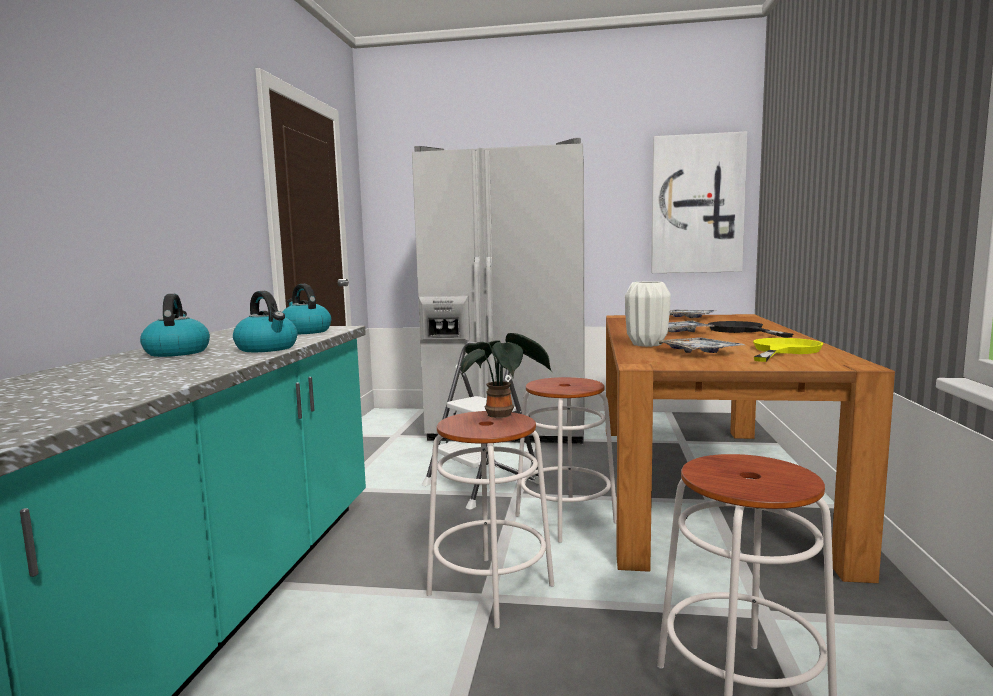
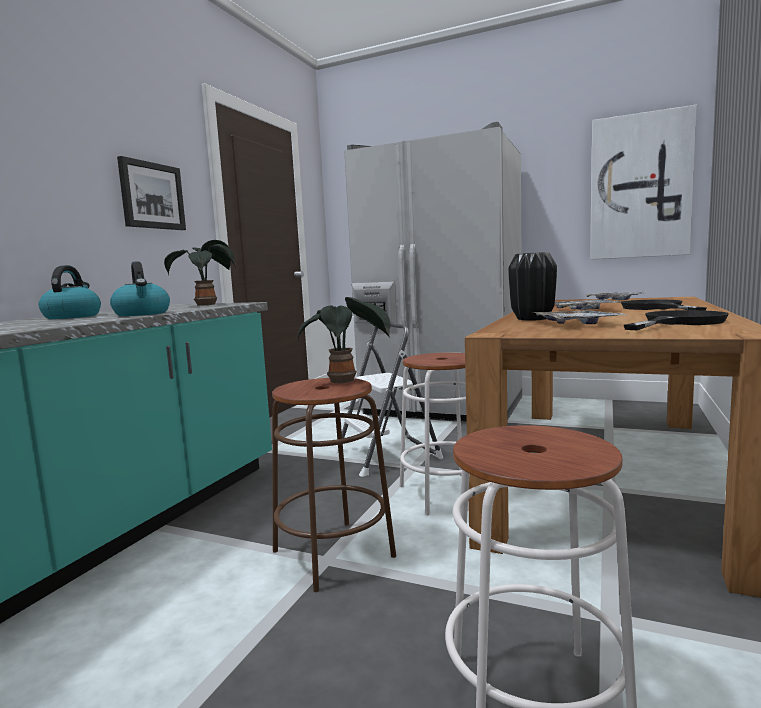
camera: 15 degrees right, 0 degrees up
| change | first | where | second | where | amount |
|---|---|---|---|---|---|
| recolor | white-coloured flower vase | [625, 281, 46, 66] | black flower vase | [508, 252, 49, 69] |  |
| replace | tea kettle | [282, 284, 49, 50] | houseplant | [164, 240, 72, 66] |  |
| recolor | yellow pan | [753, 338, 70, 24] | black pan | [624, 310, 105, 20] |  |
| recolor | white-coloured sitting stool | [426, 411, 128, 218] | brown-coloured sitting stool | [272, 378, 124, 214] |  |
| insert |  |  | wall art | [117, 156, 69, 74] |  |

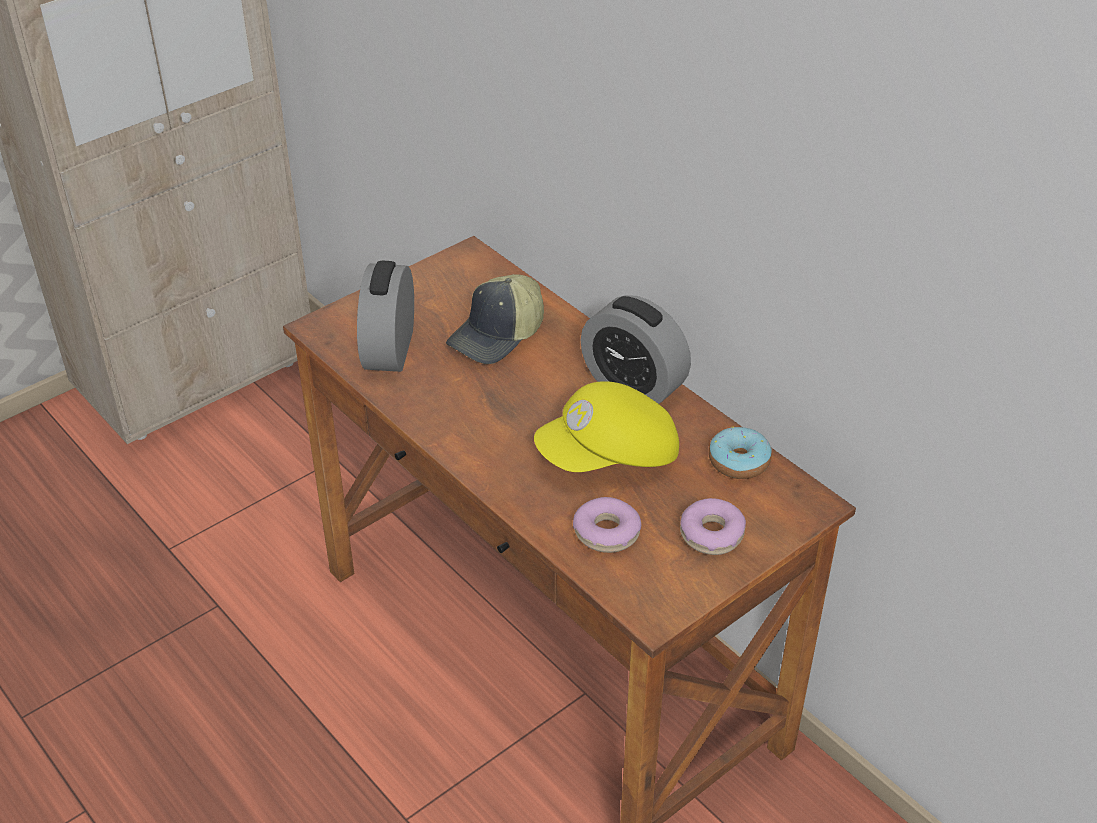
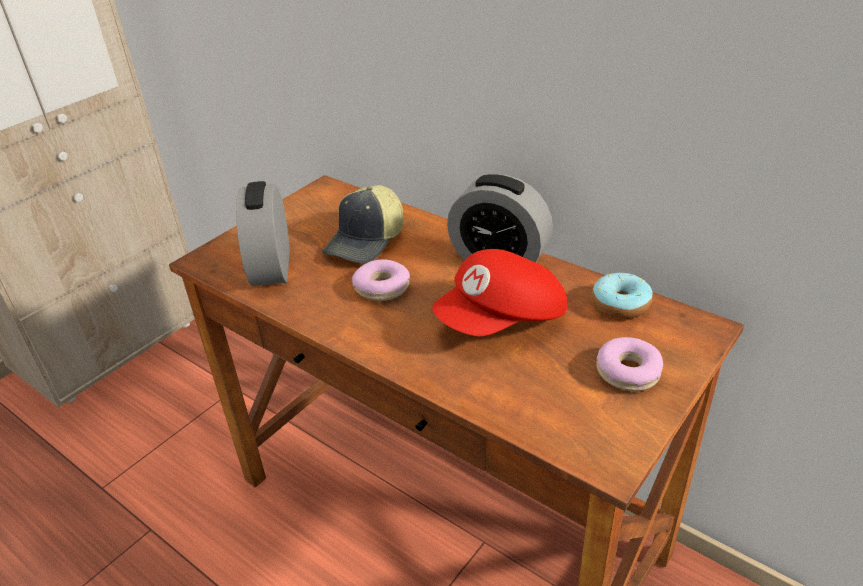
camera: 10 degrees left, 5 degrees down
| change | first | where | second | where | amount |
|---|---|---|---|---|---|
| recolor | yellow cap | [534, 381, 145, 91] | reddish cap | [432, 249, 135, 87] |  |
| move | doughnut | [573, 497, 68, 56] |  | [352, 259, 58, 42] |  |

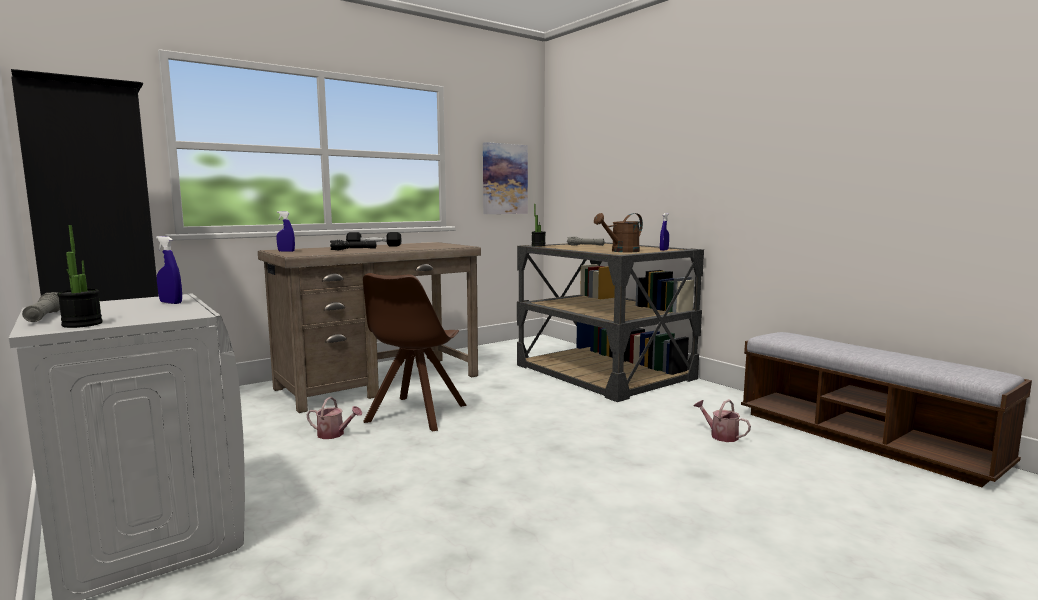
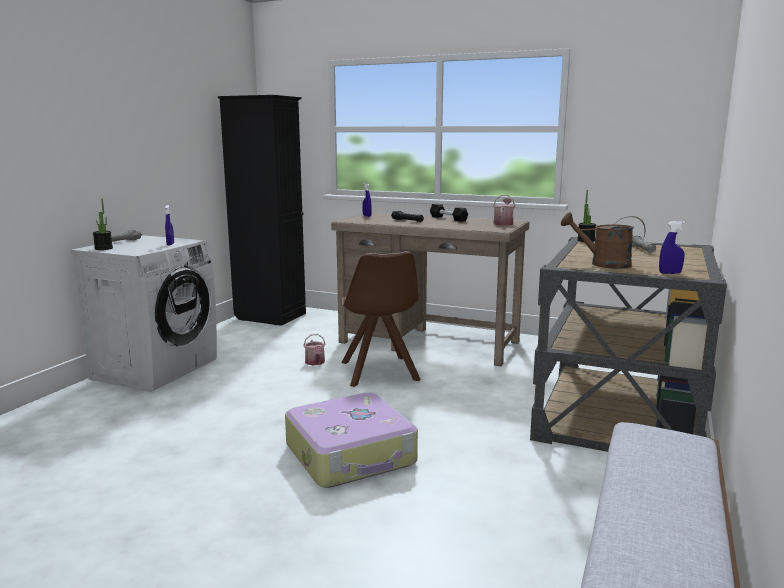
camera: 60 degrees right, 5 degrees up
| change | first | where | second | where | amount |
|---|---|---|---|---|---|
| delete | wall art | [483, 142, 45, 72] |  |  |  |
| rotate | brown-coloured chair | [363, 273, 104, 159] |  | [341, 251, 80, 136] | 90 degrees counterclockwise |
| move | sprinkling can | [694, 399, 57, 43] |  | [493, 195, 22, 30] |  |
| insert |  |  | piece of luggage | [285, 392, 133, 96] |  |

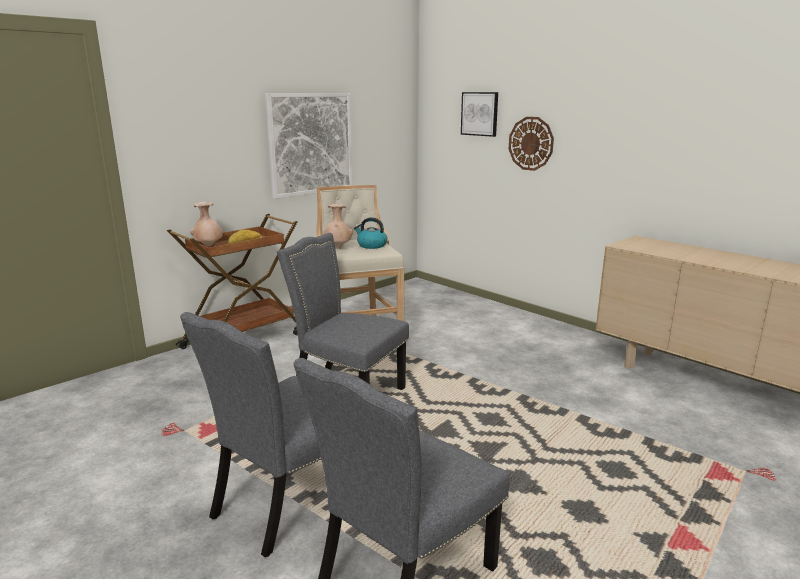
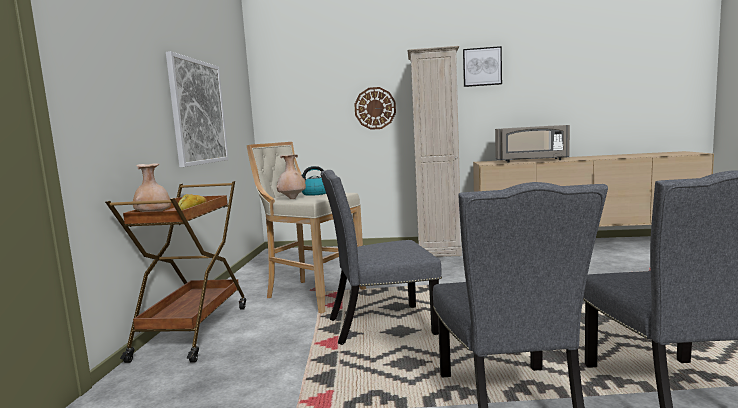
camera: 40 degrees left, 10 degrees down
| change | first | where | second | where | amount |
|---|---|---|---|---|---|
| move | wall art | [461, 92, 37, 45] |  | [463, 46, 39, 41] |  |
| insert |  |  | sand-coloured cupboard | [407, 46, 55, 211] |  |
| insert |  |  | grey microwave oven | [495, 125, 75, 37] |  |

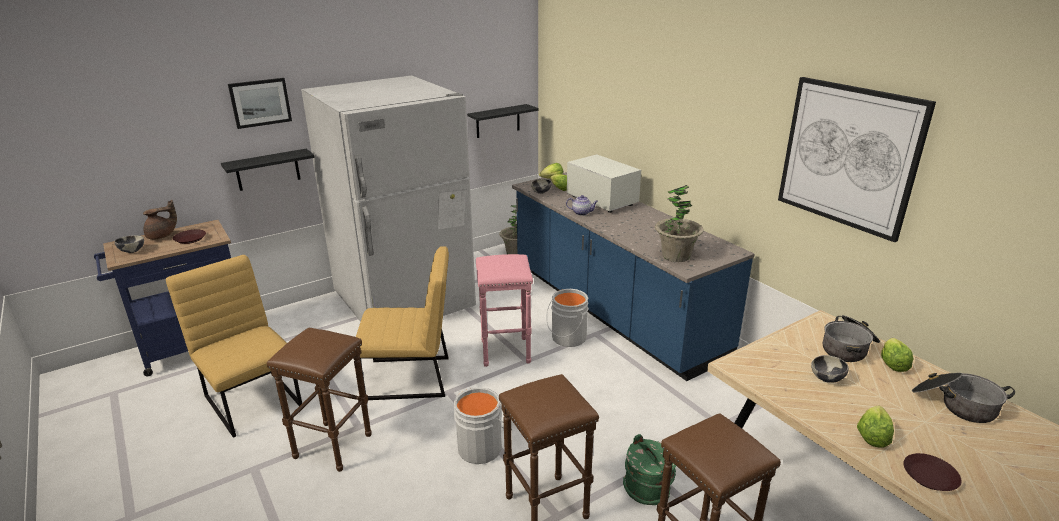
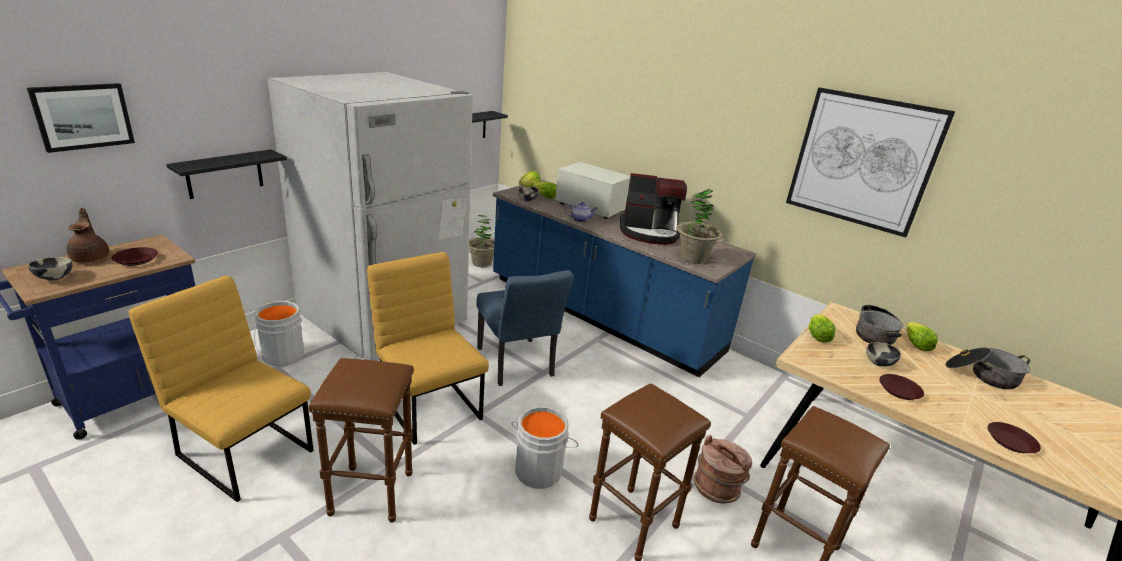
camera: 20 degrees left, 0 degrees up
| change | first | where | second | where | amount |
|---|---|---|---|---|---|
| move | wall art | [228, 78, 64, 51] |  | [27, 83, 108, 70] |  |
| rotate | brown-coloured teapot | [143, 200, 34, 39] |  | [67, 208, 42, 55] | 60 degrees counterclockwise |
| rotate | yellow chair | [356, 246, 93, 154] |  | [367, 252, 122, 193] | 105 degrees counterclockwise |
| replace | pinkish sitting stool | [476, 254, 57, 113] | blue-coloured chair | [476, 270, 98, 116] |  |
| move | grey pail | [546, 289, 43, 58] |  | [254, 301, 50, 65] |  |
| move | lettuce | [857, 405, 37, 43] |  | [809, 314, 27, 29] |  |
| recolor | green-coloured pail | [623, 434, 53, 71] | brown-coloured pail | [693, 434, 59, 70] |  |
| insert |  |  | coffee maker | [620, 173, 67, 72] |  |
| insert |  |  | brown-coloured dinner plate | [879, 374, 45, 26] |  |

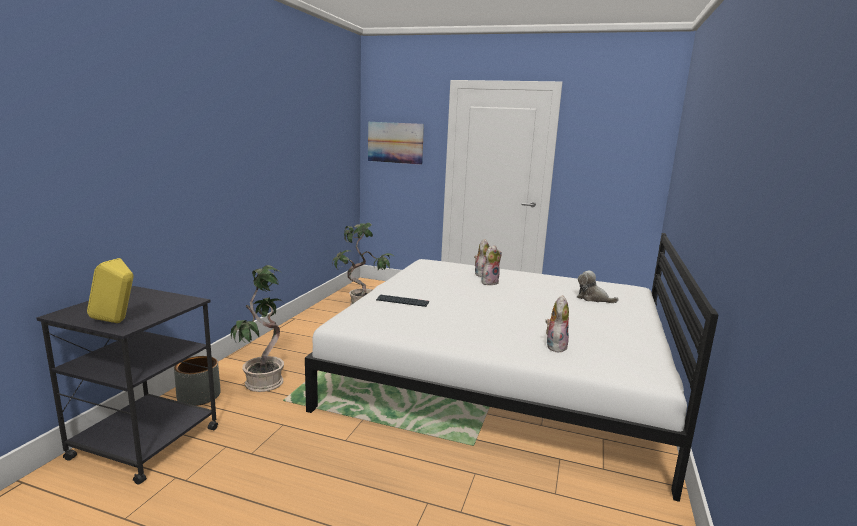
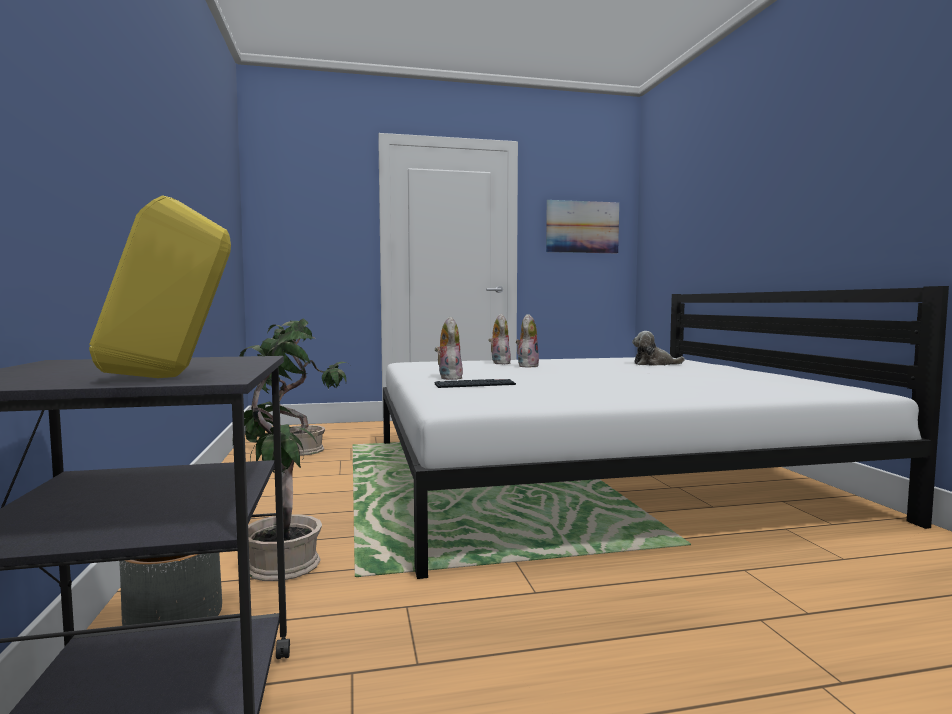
camera: 30 degrees left, 10 degrees down
| change | first | where | second | where | amount |
|---|---|---|---|---|---|
| move | wall art | [368, 122, 56, 43] |  | [546, 200, 73, 53] |  |
| move | cuddly toy | [545, 295, 24, 57] |  | [435, 316, 28, 64] |  |

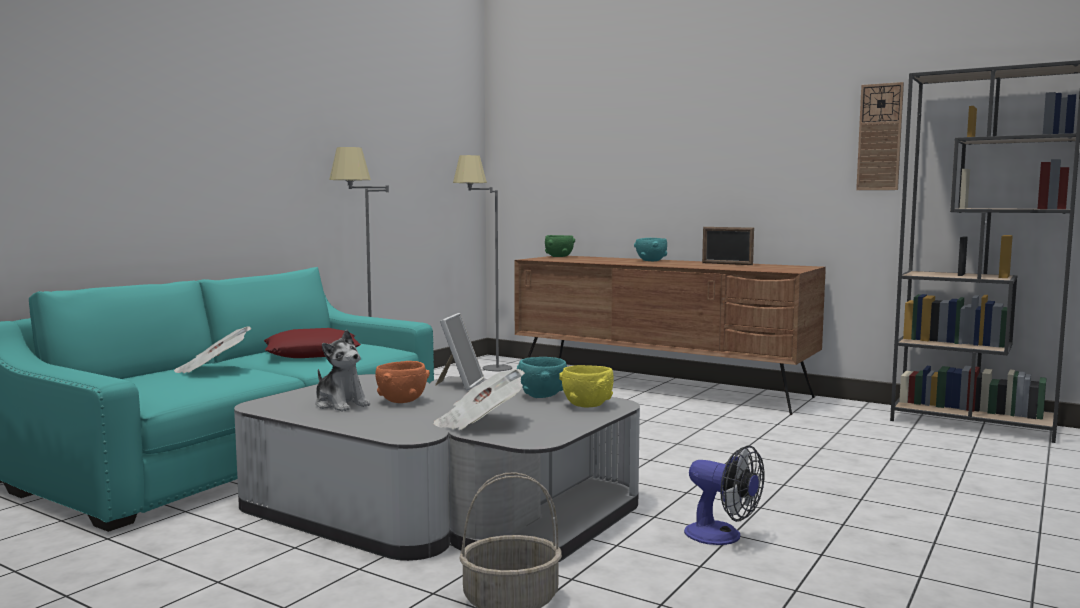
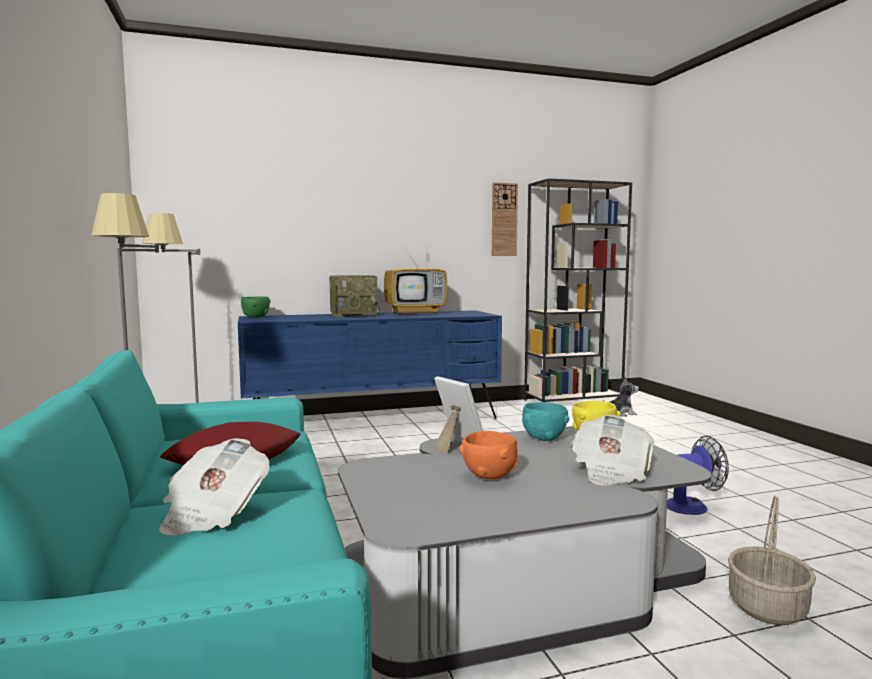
camera: 50 degrees left, 0 degrees up
| change | first | where | second | where | amount |
|---|---|---|---|---|---|
| replace | photo frame | [702, 227, 52, 38] | TV set | [384, 250, 63, 65] |  |
| replace | blue-green bowl | [634, 238, 33, 23] | radio set | [329, 275, 51, 42] |  |
| recolor | brown-coloured tv unit | [514, 256, 312, 159] | blue-coloured tv unit | [238, 310, 264, 109] |  |
| move | cuddly toy | [315, 330, 55, 82] |  | [603, 377, 36, 40] |  |

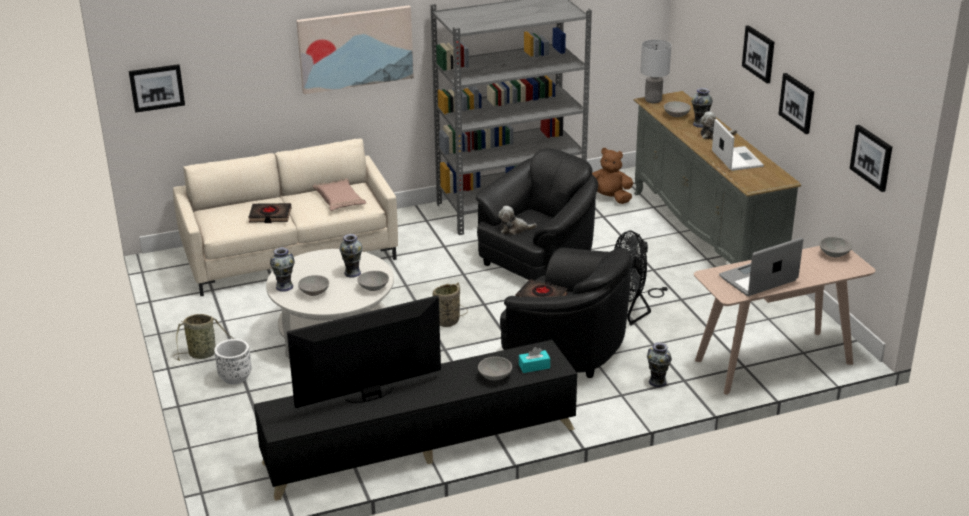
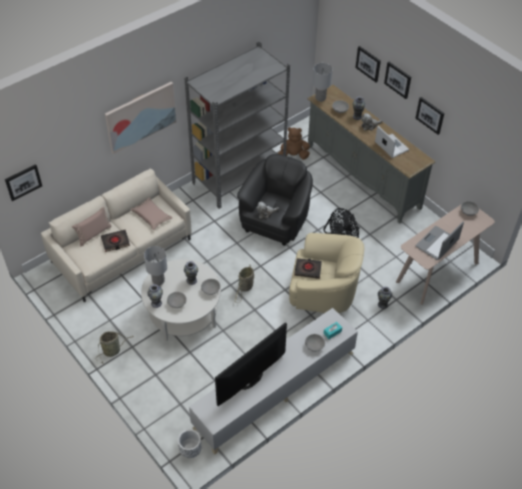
camera: 20 degrees left, 20 degrees up
| change | first | where | second | where | amount |
|---|---|---|---|---|---|
| move | wall art | [849, 125, 43, 67] |  | [355, 46, 26, 36] |  |
| recolor | black easy chair | [500, 248, 133, 130] | sand-coloured easy chair | [289, 233, 75, 80] |  |
| move | white-coloured plant pot | [214, 339, 38, 46] |  | [178, 429, 24, 29] |  |
| recolor | black tv unit | [254, 340, 323, 161] | white-coloured tv unit | [189, 308, 169, 147] |  |
| insert |  |  | sand-coloured throw pillow | [72, 207, 40, 40] |  |
| insert |  |  | grey lamp for a table | [144, 246, 23, 40] |  |

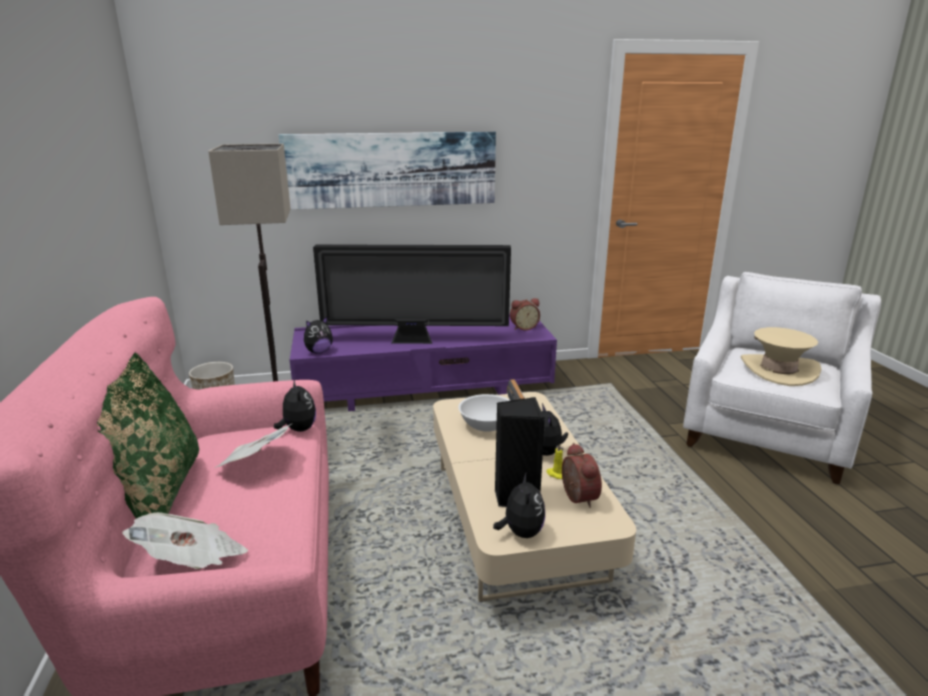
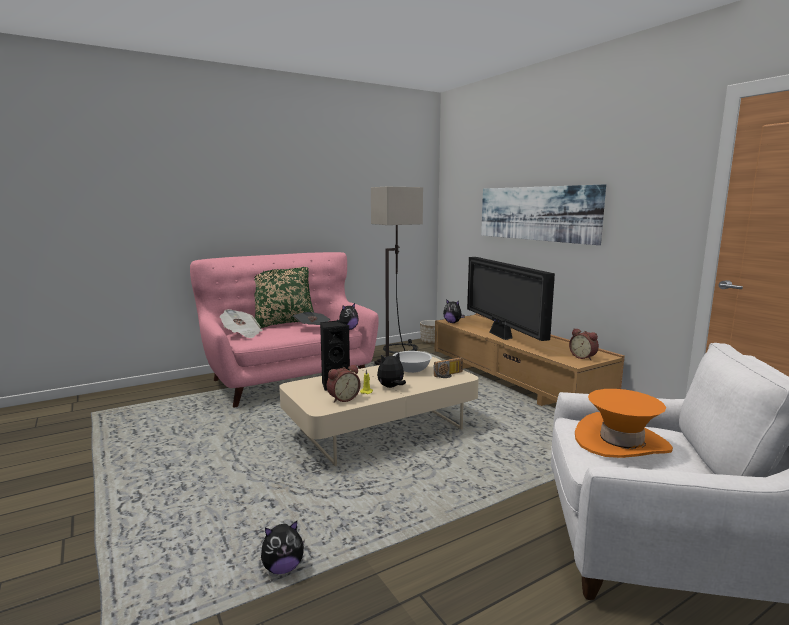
camera: 70 degrees right, 10 degrees down
| change | first | where | second | where | amount |
|---|---|---|---|---|---|
| recolor | purple-coloured tv unit | [290, 314, 267, 97] | brown-coloured tv unit | [435, 313, 190, 93] |  |
| recolor | sand-coloured hat | [741, 327, 80, 59] | orange hat | [575, 389, 98, 69] |  |
| move | cuddly toy | [493, 473, 52, 65] |  | [261, 521, 44, 53] |  |

